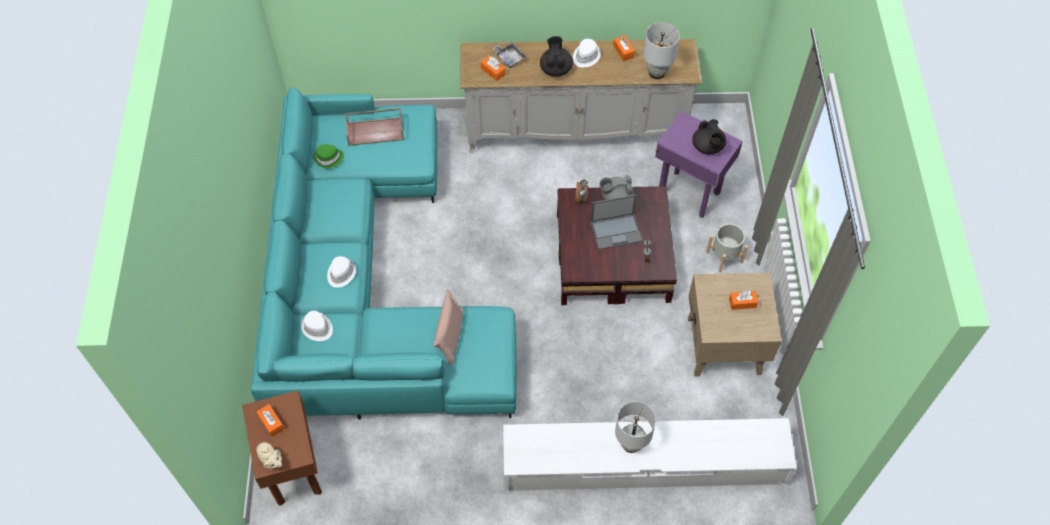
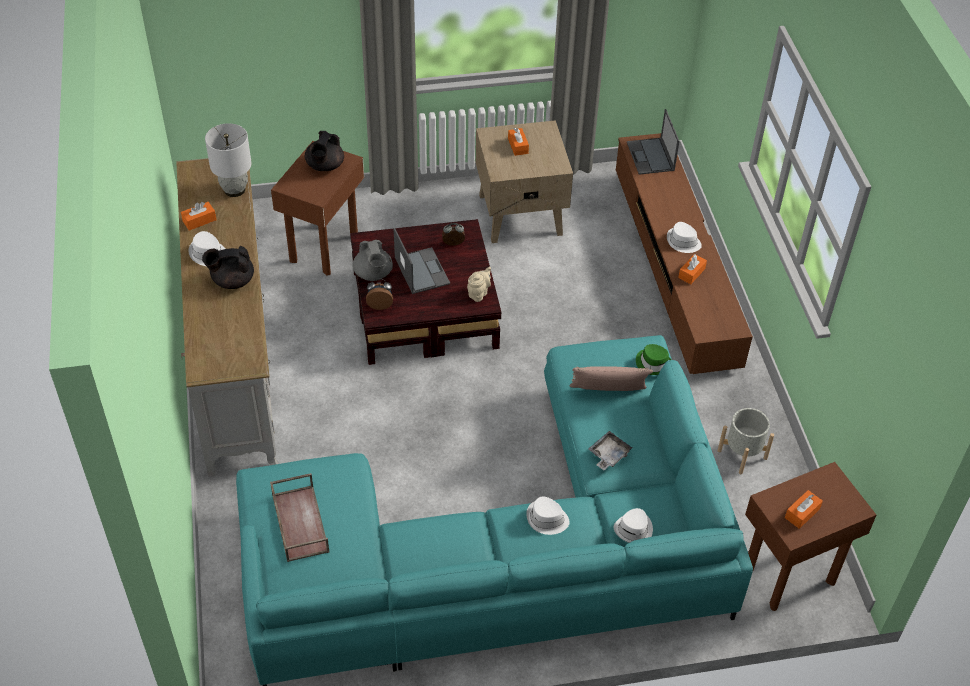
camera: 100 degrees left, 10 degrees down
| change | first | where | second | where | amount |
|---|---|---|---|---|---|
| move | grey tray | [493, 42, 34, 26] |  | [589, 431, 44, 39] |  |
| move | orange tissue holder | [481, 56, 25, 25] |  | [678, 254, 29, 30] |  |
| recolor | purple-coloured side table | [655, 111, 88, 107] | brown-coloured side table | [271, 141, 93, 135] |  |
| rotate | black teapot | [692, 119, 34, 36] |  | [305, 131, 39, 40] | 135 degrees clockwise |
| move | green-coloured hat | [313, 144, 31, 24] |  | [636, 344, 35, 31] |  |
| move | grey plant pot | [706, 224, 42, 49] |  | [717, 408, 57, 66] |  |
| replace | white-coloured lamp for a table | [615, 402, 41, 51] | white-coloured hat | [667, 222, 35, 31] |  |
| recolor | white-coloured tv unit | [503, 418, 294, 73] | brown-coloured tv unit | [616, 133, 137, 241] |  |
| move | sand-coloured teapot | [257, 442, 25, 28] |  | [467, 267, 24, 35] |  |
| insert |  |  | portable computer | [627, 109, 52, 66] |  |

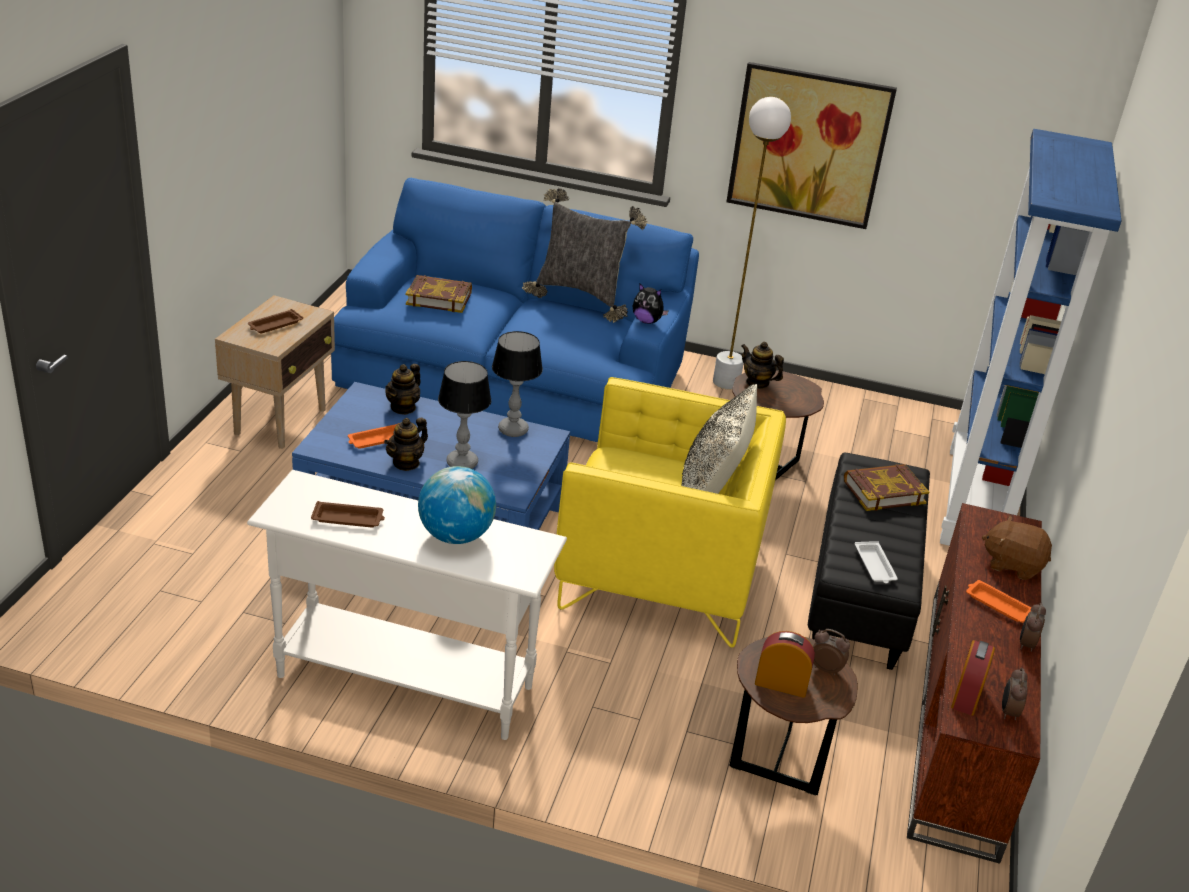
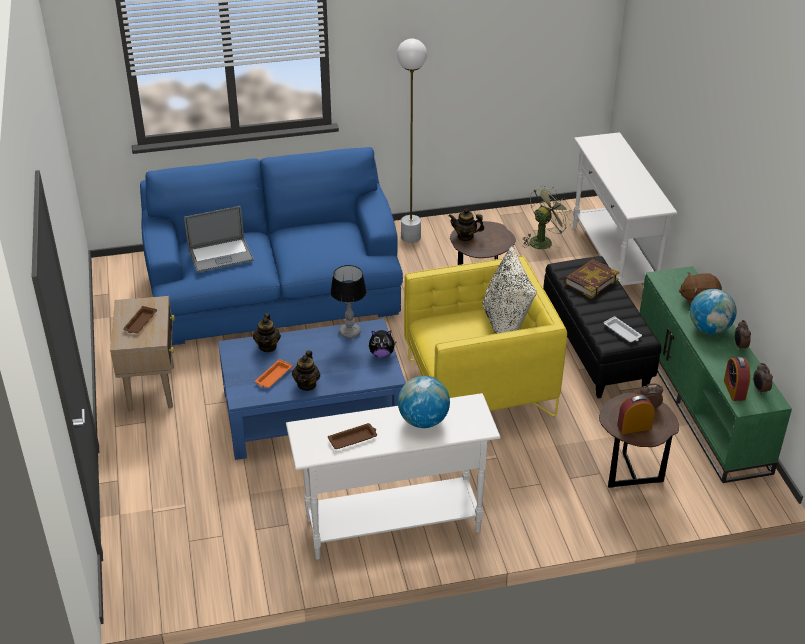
camera: 25 degrees left, 5 degrees up
| change | first | where | second | where | amount |
|---|---|---|---|---|---|
| delete | wall art | [726, 62, 171, 167] |  |  |  |
| replace | blue-coloured bookshelf | [940, 129, 181, 417] | white-coloured console table | [573, 132, 105, 154] |  |
| delete | throw pillow | [522, 189, 125, 134] |  |  |  |
| replace | volume | [405, 275, 67, 38] | portable computer | [184, 206, 70, 66] |  |
| move | cuddly toy | [633, 284, 35, 40] |  | [369, 330, 28, 27] |  |
| delete | lamp for a table | [438, 361, 53, 108] |  |  |  |
| recolor | brown-coloured tv unit | [907, 503, 135, 361] | green-coloured tv unit | [640, 266, 152, 217] |  |
| replace | orange tray | [966, 580, 65, 43] | globe | [690, 289, 47, 45] |  |
| insert |  |  | green-coloured cooling fan | [523, 185, 49, 64] |  |

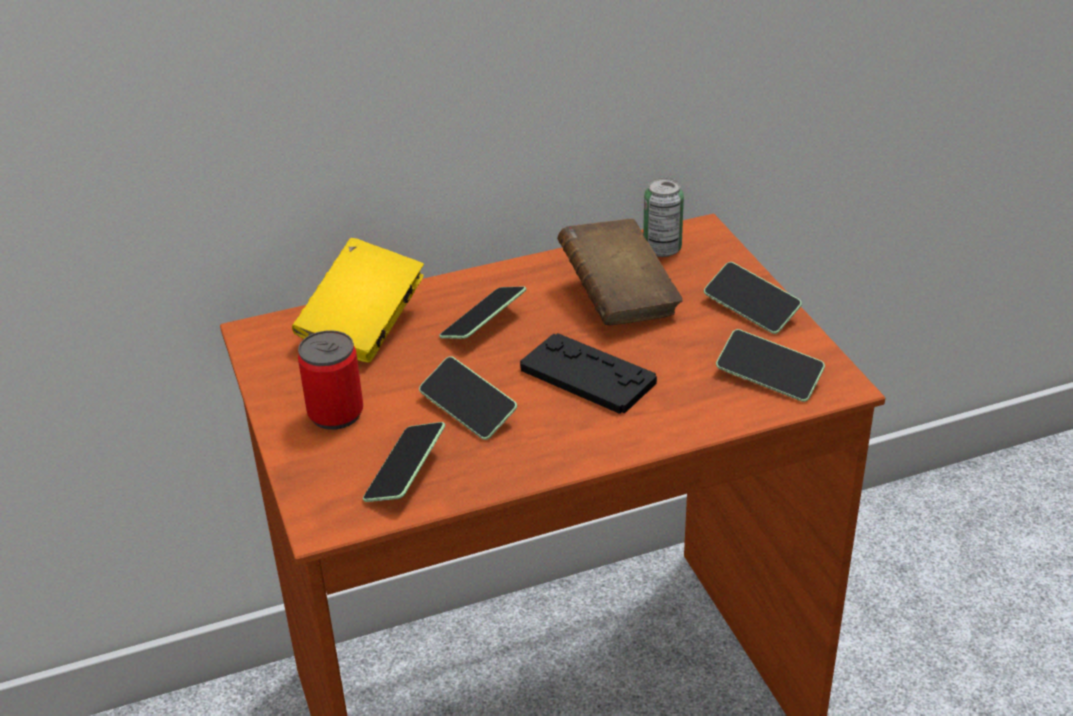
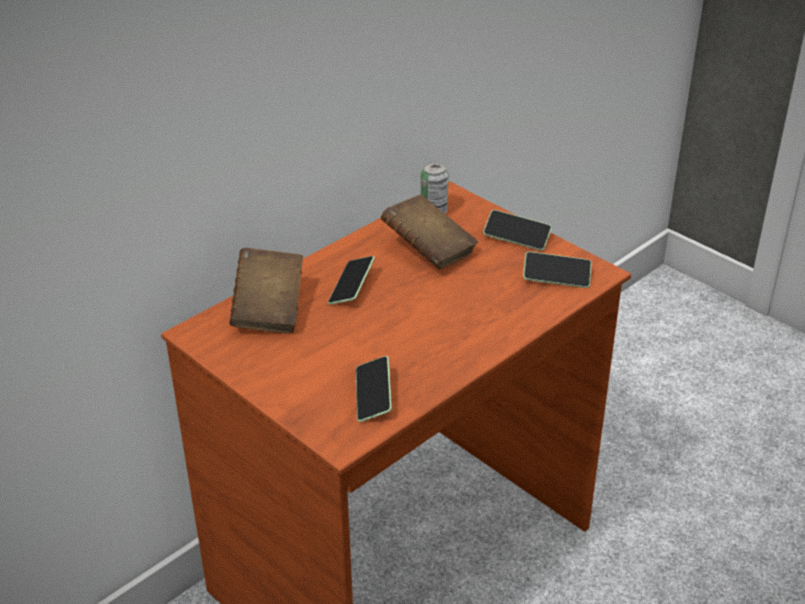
camera: 25 degrees left, 0 degrees up
| change | first | where | second | where | amount |
|---|---|---|---|---|---|
| recolor | yellow volume | [292, 238, 132, 125] | brown-coloured volume | [230, 248, 73, 85] |  |
| delete | can | [298, 330, 65, 100] |  |  |  |
| delete | black game controller | [520, 333, 137, 81] |  |  |  |
| delete | phone | [419, 356, 98, 84] |  |  |  |

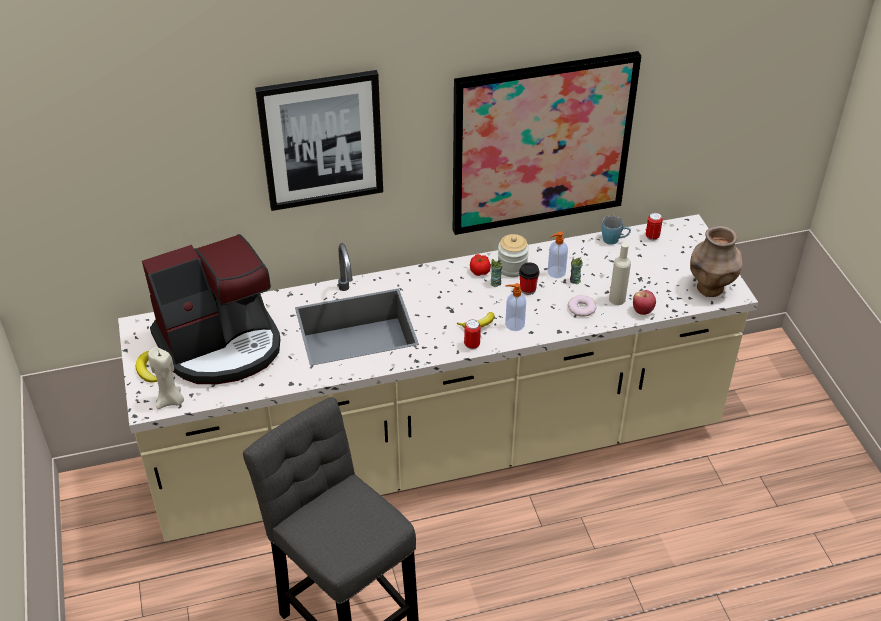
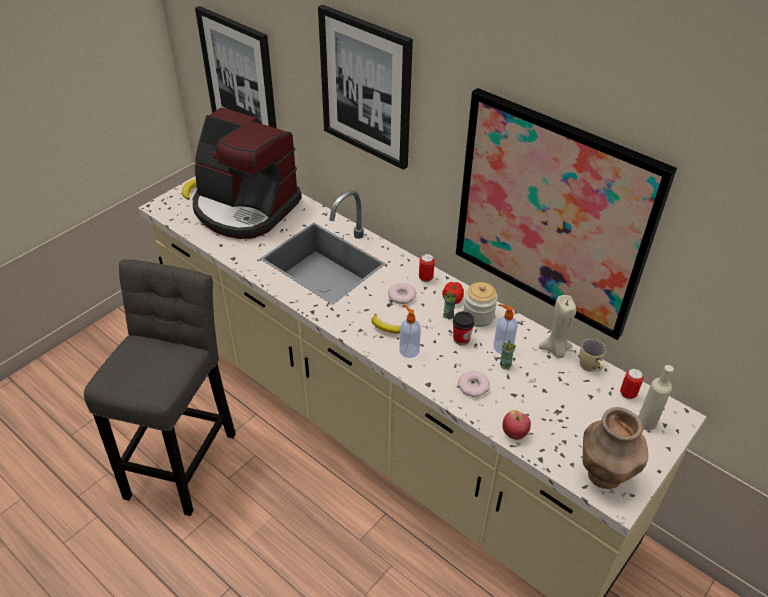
camera: 55 degrees right, 0 degrees up
| change | first | where | second | where | amount |
|---|---|---|---|---|---|
| recolor | blue-coloured tea mug | [602, 216, 29, 29] | sand-coloured tea mug | [580, 339, 26, 32] |  |
| move | sand-coloured bottle | [609, 243, 22, 62] |  | [638, 365, 36, 66] |  |
| move | can | [464, 320, 17, 30] |  | [419, 254, 16, 28] |  |
| move | sand-coloured candle | [148, 347, 36, 62] |  | [539, 295, 37, 63] |  |
| insert |  |  | wall art | [195, 6, 82, 122] |  |
| insert |  |  | doughnut | [388, 283, 28, 21] |  |

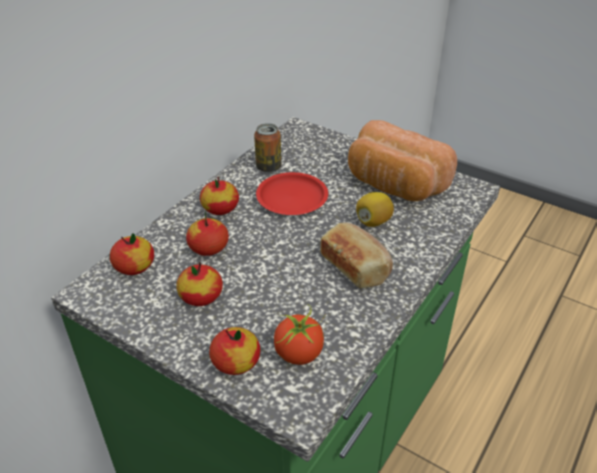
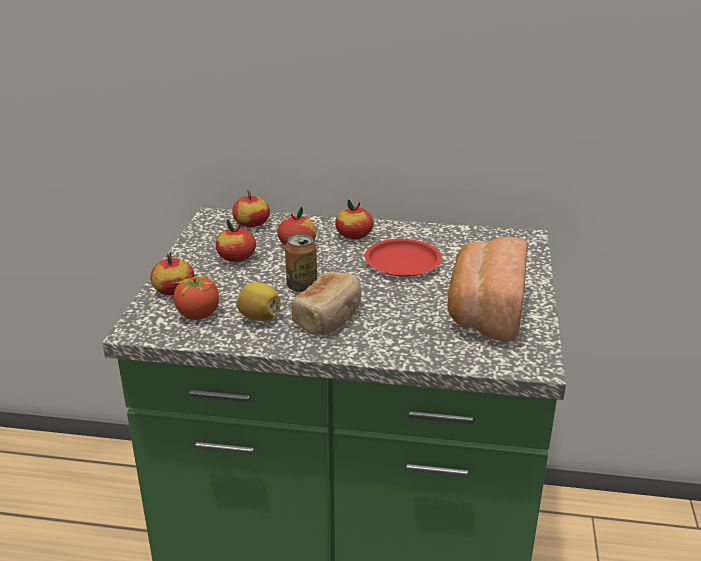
camera: 65 degrees right, 10 degrees down
| change | first | where | second | where | amount |
|---|---|---|---|---|---|
| move | can | [254, 123, 27, 50] |  | [285, 234, 32, 58] |  |
| move | whole lemon | [356, 192, 38, 35] |  | [237, 282, 43, 39] |  |

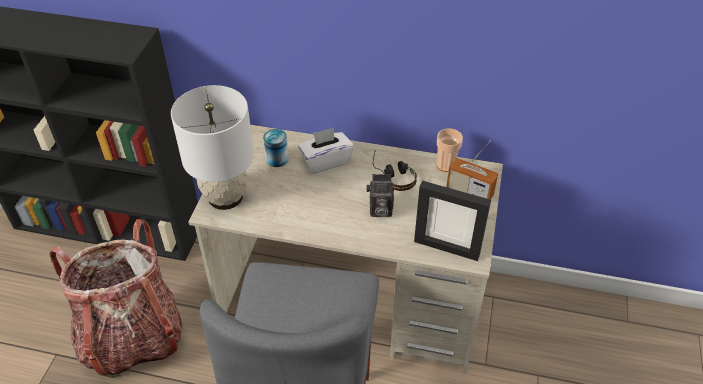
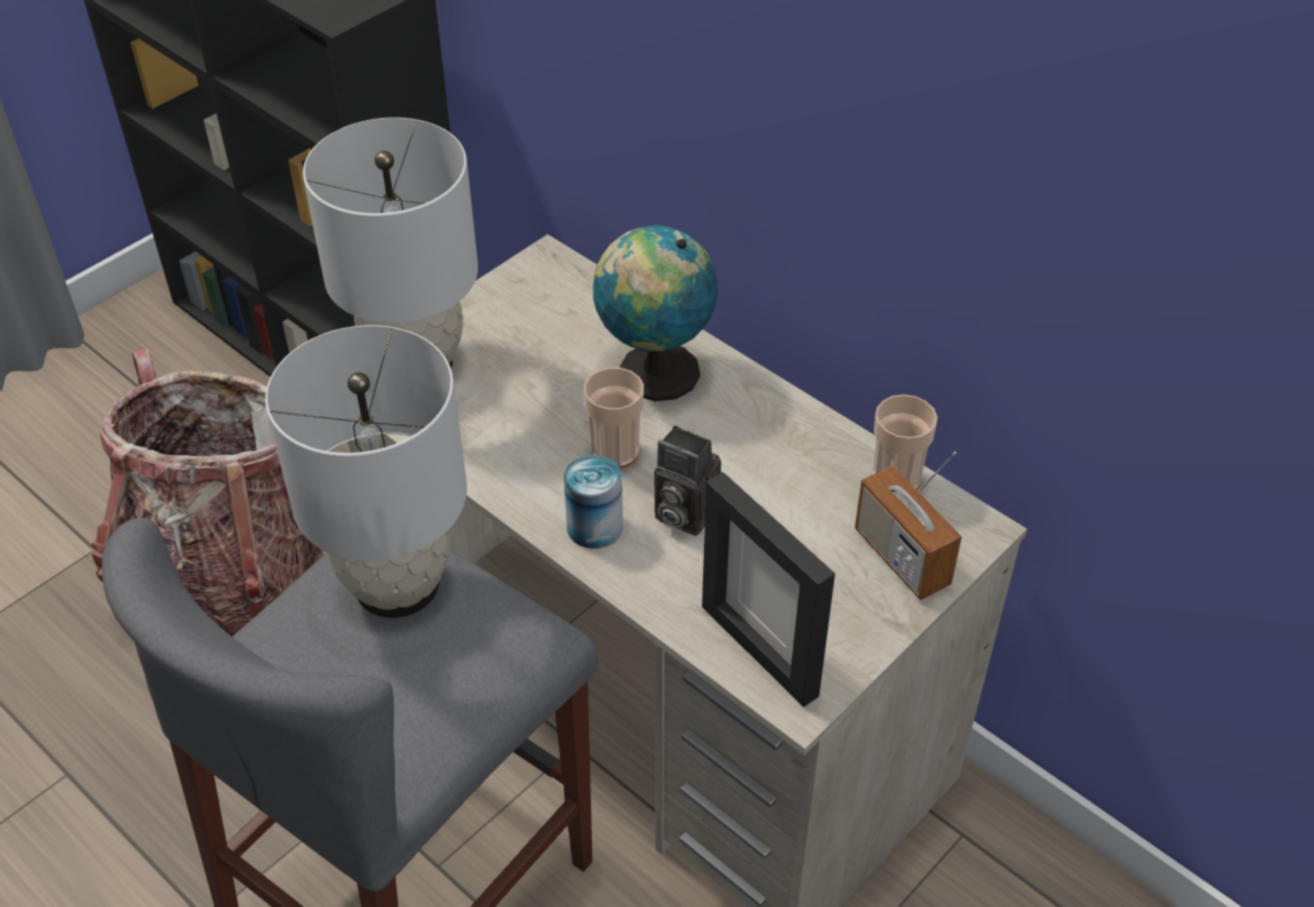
camera: 30 degrees right, 0 degrees up
| change | first | where | second | where | amount |
|---|---|---|---|---|---|
| replace | white-coloured tissue holder | [298, 128, 56, 46] | globe | [593, 225, 125, 176] |  |
| move | can | [263, 129, 26, 38] |  | [564, 455, 59, 94] |  |
| delete | headset | [373, 152, 44, 39] |  |  |  |
| insert |  |  | white-coloured lamp for a table | [265, 325, 202, 293] |  |
| insert |  |  | small cup | [584, 368, 60, 101] |  |

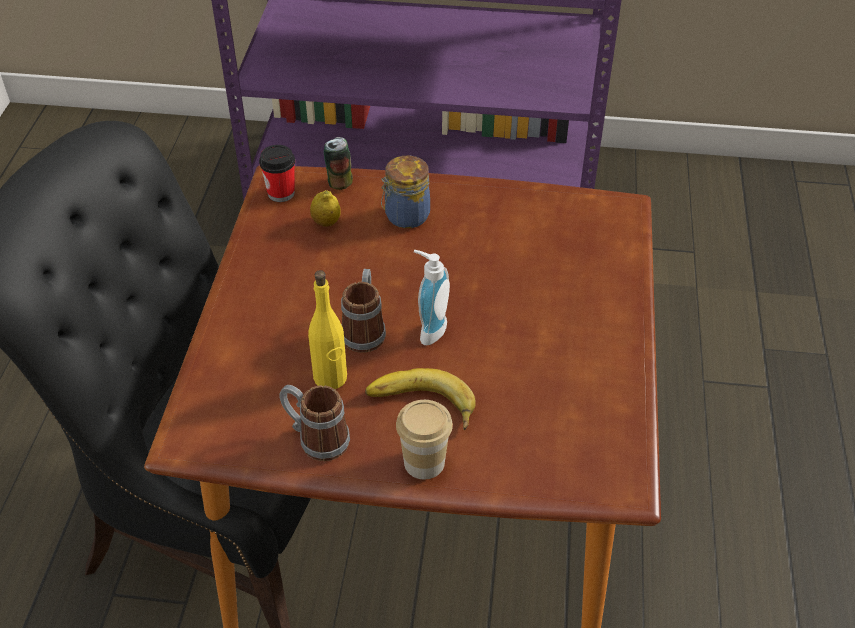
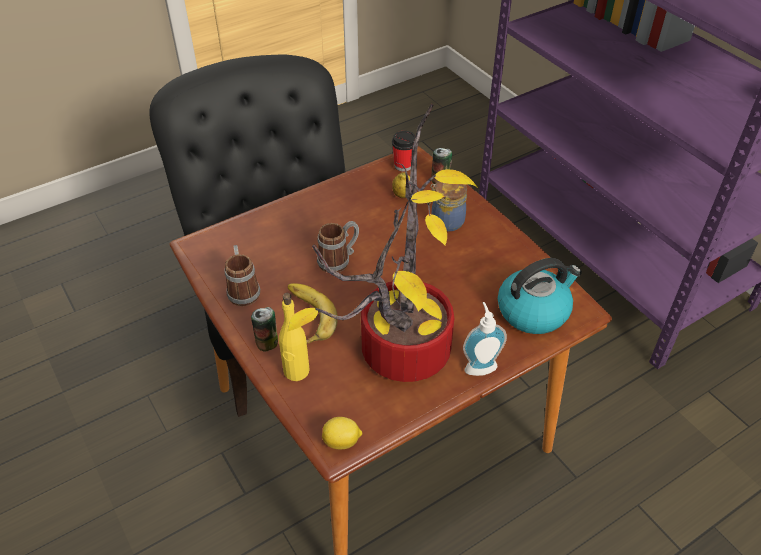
camera: 50 degrees right, 0 degrees up
| change | first | where | second | where | amount |
|---|---|---|---|---|---|
| move | liquid soap bottle | [414, 250, 36, 95] |  | [463, 302, 44, 74] |  |
| move | yellow bottle | [308, 270, 39, 119] |  | [279, 293, 31, 88] |  |
| replace | small cup | [396, 400, 57, 79] | can | [251, 307, 27, 45] |  |
| insert |  |  | houseplant | [287, 104, 191, 278] |  |
| insert |  |  | tea kettle | [498, 258, 84, 76] |  |
| insert |  |  | whole lemon | [322, 417, 40, 32] |  |

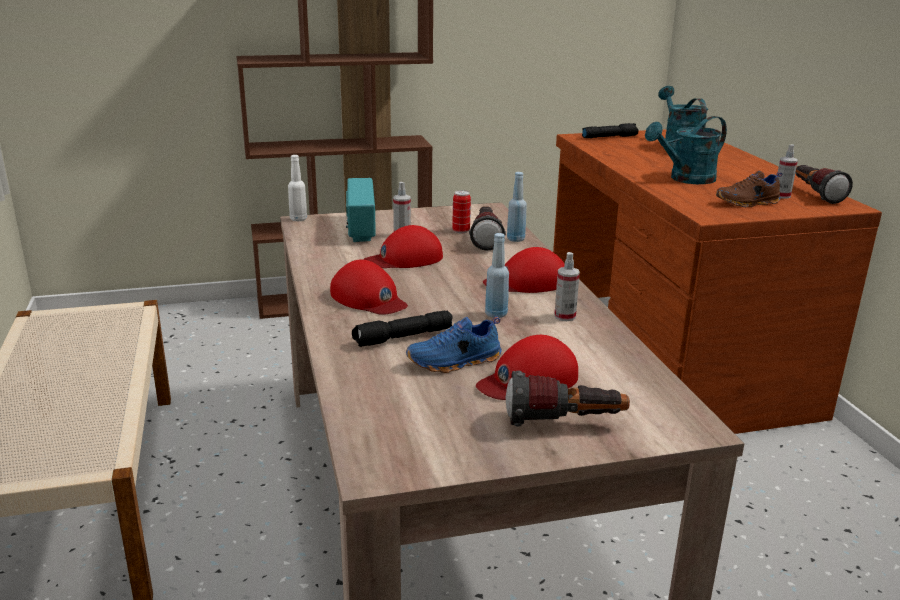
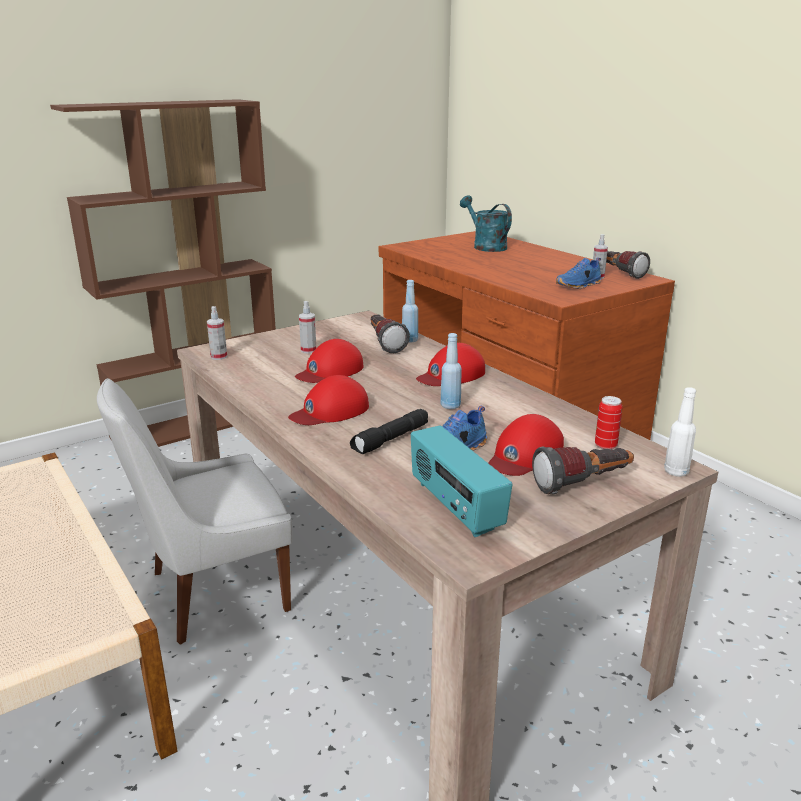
camera: 20 degrees left, 0 degrees up
| change | first | where | second | where | amount |
|---|---|---|---|---|---|
| delete | blue-green sprinkling can | [645, 116, 82, 68] |  |  |  |
| delete | black torch | [582, 123, 57, 15] |  |  |  |
| move | white-coloured bottle | [288, 155, 19, 66] |  | [664, 387, 32, 90] |  |
| recolor | brown-coloured item of footwear | [716, 171, 66, 36] | blue-coloured item of footwear | [556, 258, 45, 31] |  |
| move | radio set | [346, 178, 30, 64] |  | [411, 426, 102, 111] |  |
| move | can | [452, 190, 19, 43] |  | [595, 396, 28, 54] |  |
| move | sprayer | [554, 252, 26, 69] |  | [207, 306, 20, 54] |  |
| rotate | reddish cap | [330, 259, 78, 56] |  | [288, 375, 81, 50] | 120 degrees clockwise |
| insert |  |  | white-coloured chair | [97, 378, 196, 267] |  |

